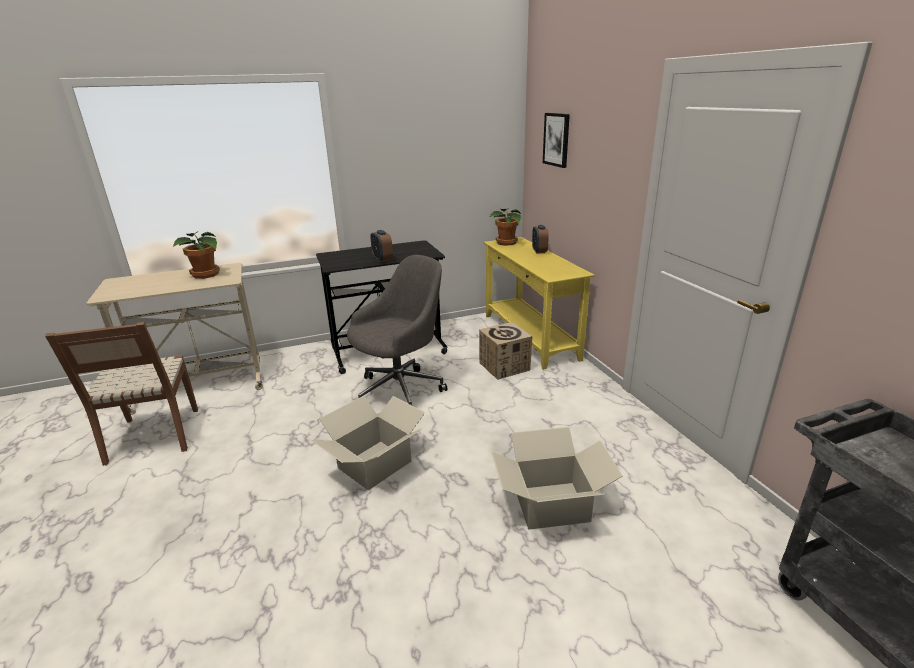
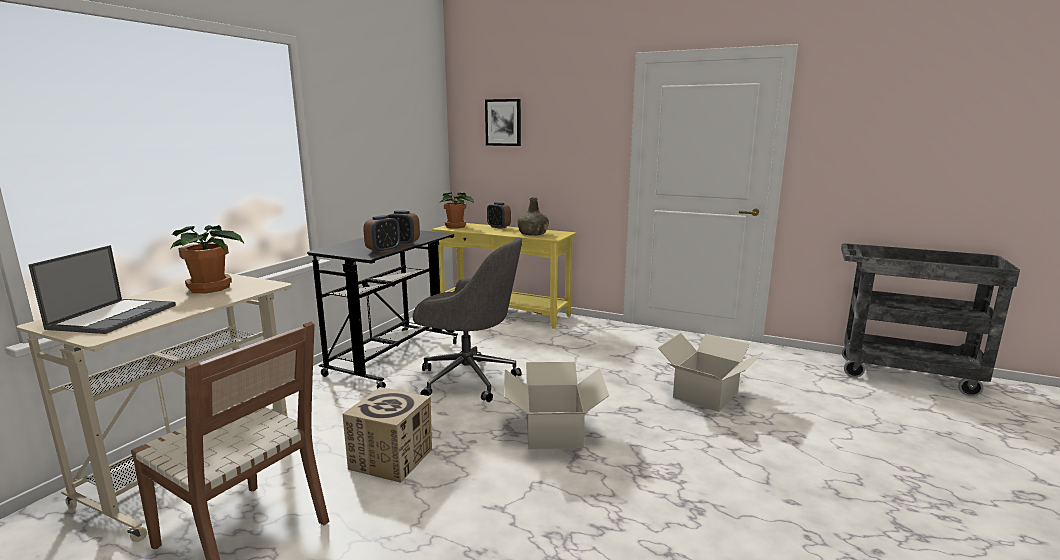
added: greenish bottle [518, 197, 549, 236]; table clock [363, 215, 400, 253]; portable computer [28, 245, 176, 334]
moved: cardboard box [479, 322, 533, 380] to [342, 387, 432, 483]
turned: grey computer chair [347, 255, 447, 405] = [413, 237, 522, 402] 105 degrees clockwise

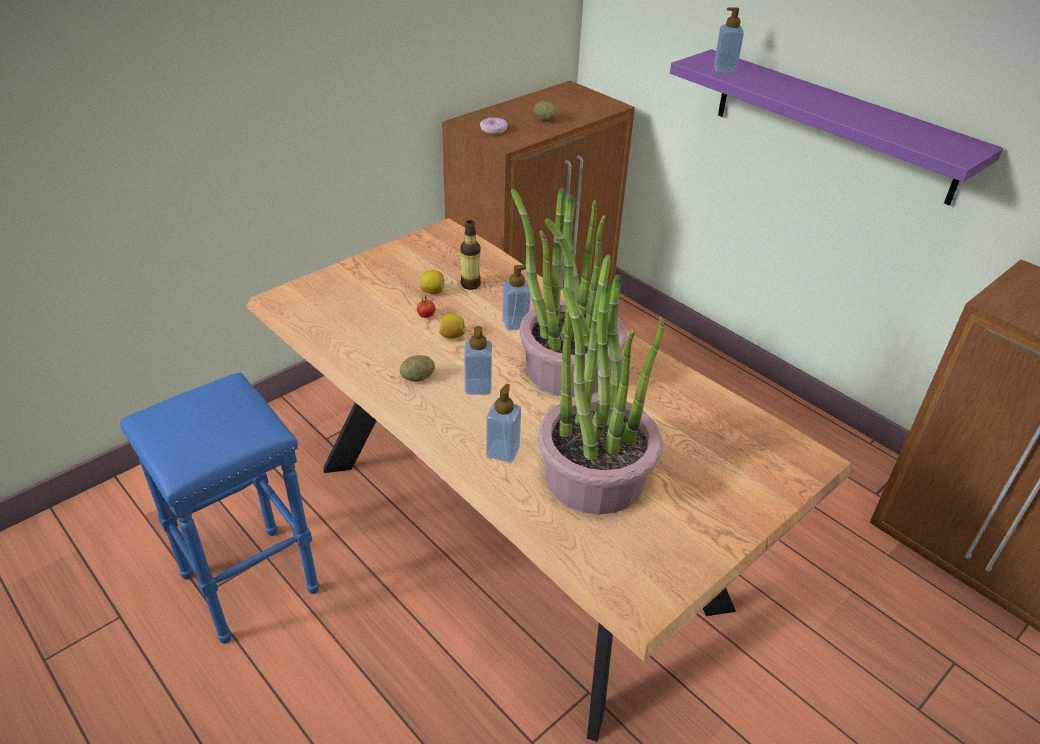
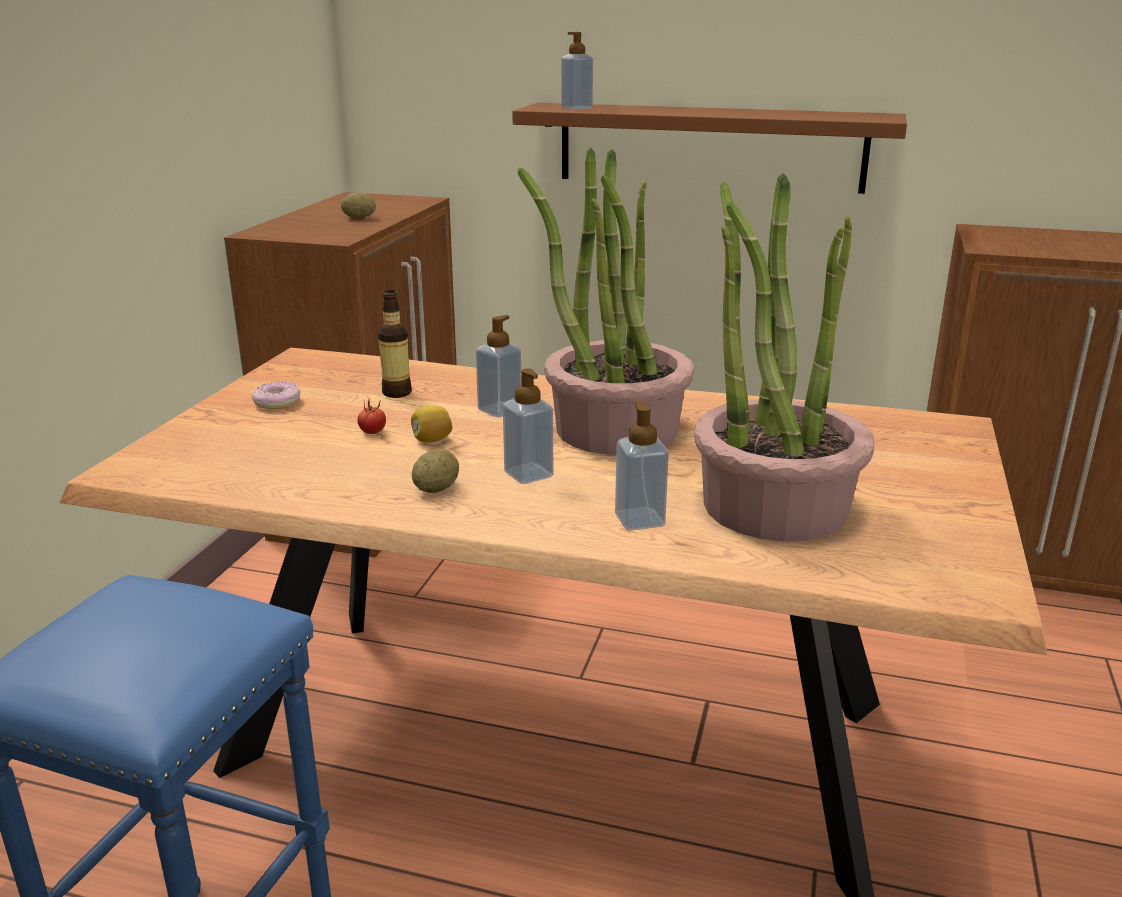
removed: lemon [420, 270, 445, 294]
moved: doughnut [480, 117, 508, 134] to [252, 382, 301, 409]
recoloured: purple-coloured shelf [670, 49, 1003, 205] to brown shelf [512, 103, 907, 194]

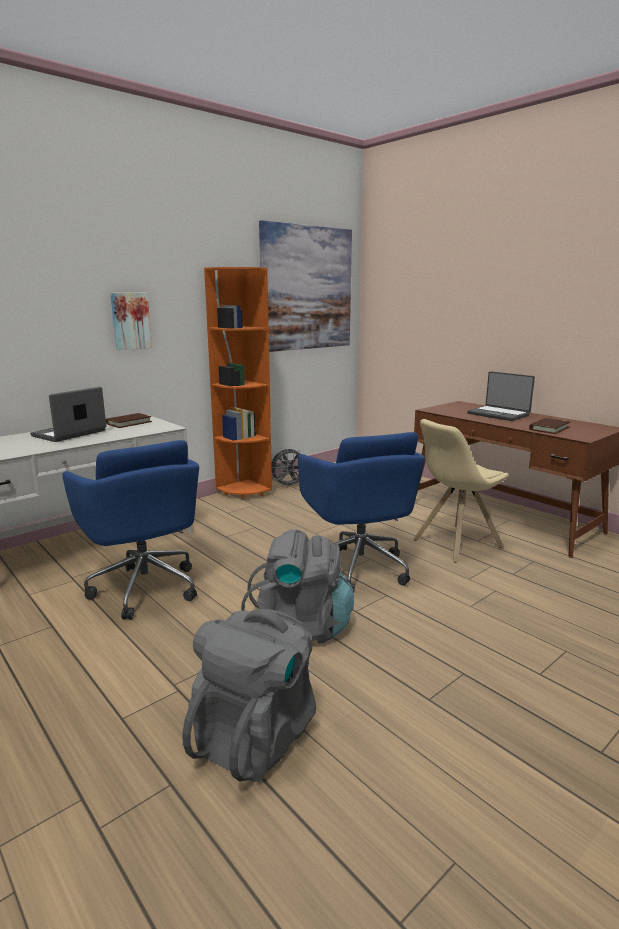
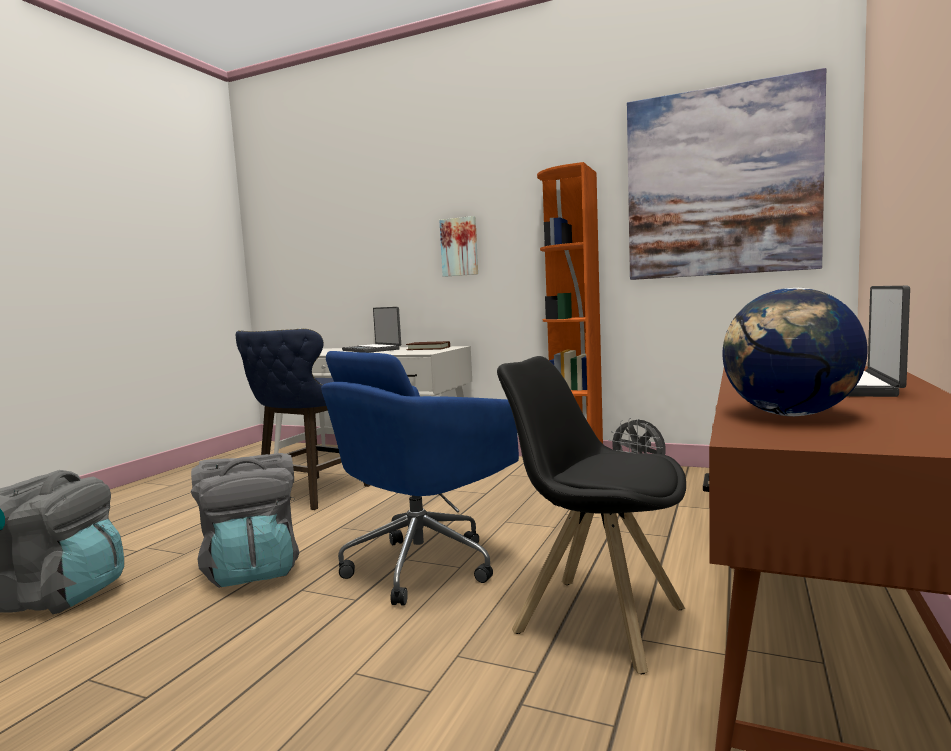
replaced: brown volume [529, 418, 570, 434] to desk globe [722, 288, 868, 416]; bluish computer chair [62, 440, 199, 620] to bluish stool [236, 328, 371, 510]
recoloured: sand-coloured plain chair [413, 419, 509, 563] to black plain chair [497, 356, 686, 674]
turned: portable computer [30, 387, 106, 442] = [342, 307, 401, 353] 135 degrees counterclockwise

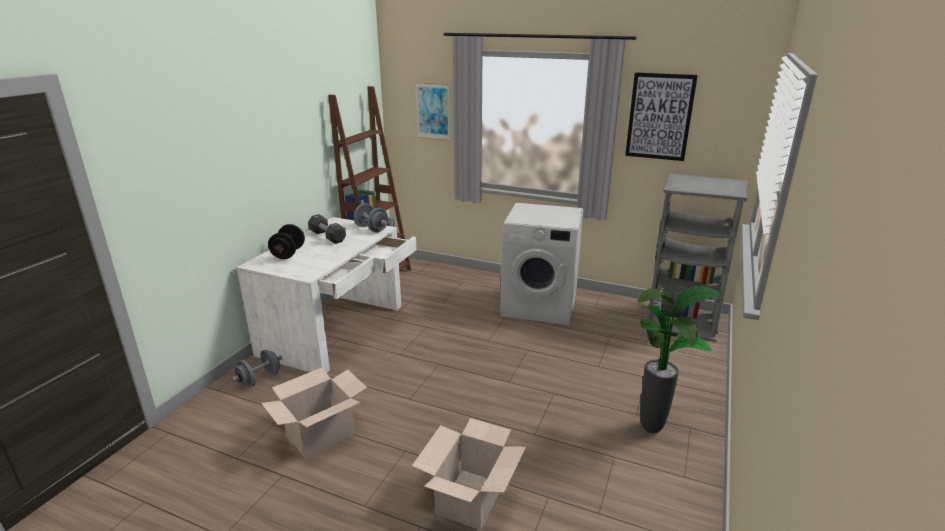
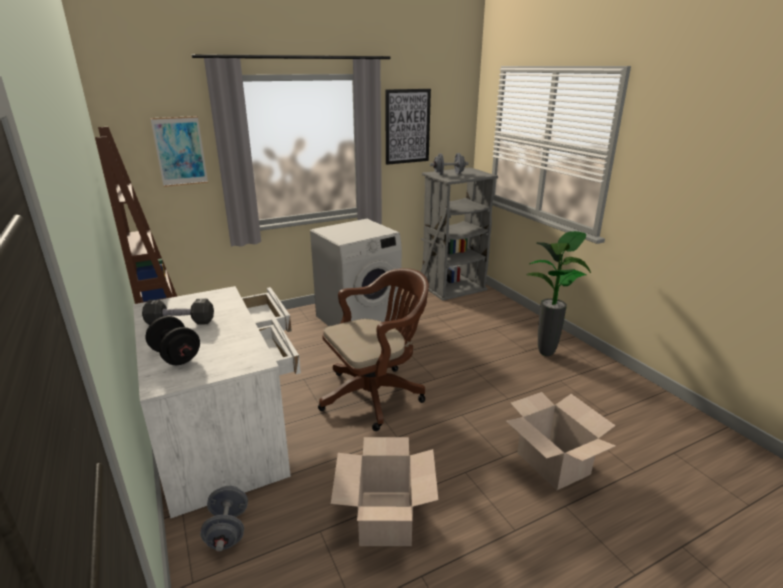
added: brown computer chair [318, 268, 429, 431]
moved: grey dumbbell [354, 203, 388, 232] to [430, 153, 469, 175]

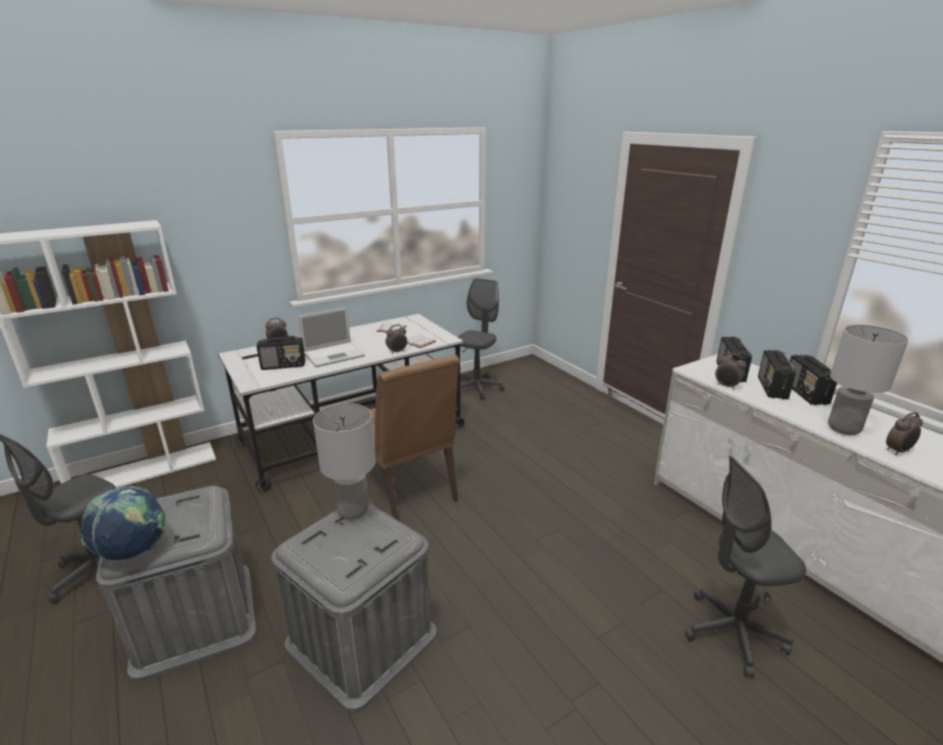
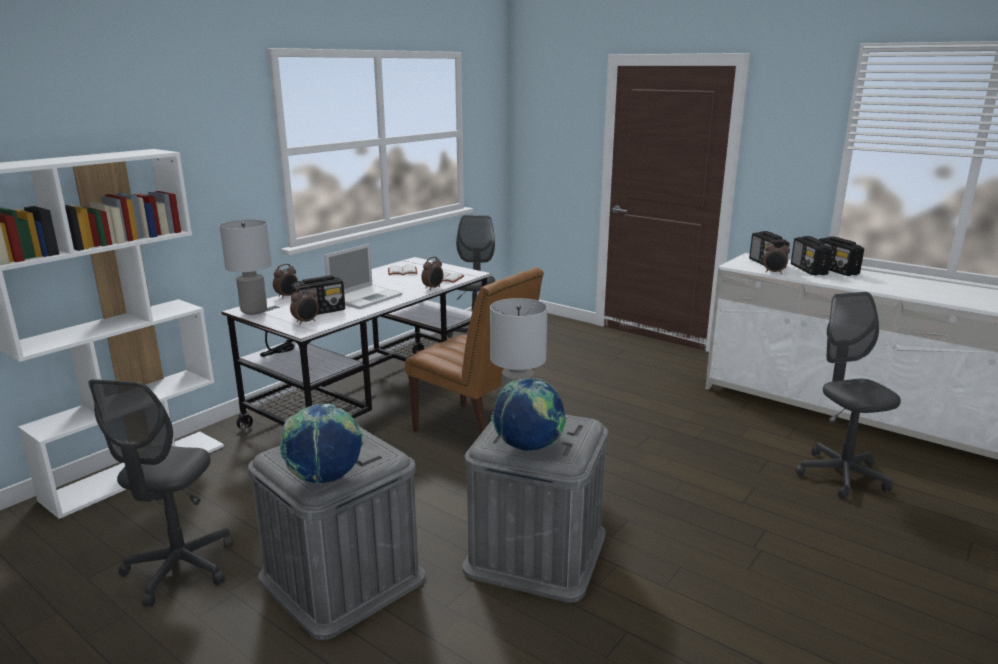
added: desk globe [491, 378, 566, 452]
moved: grey lamp for a table [828, 325, 909, 435] to [219, 219, 271, 315]; table clock [886, 412, 923, 455] to [290, 286, 319, 325]
turned: grey computer chair [685, 455, 806, 678] = [795, 292, 901, 499] 105 degrees clockwise

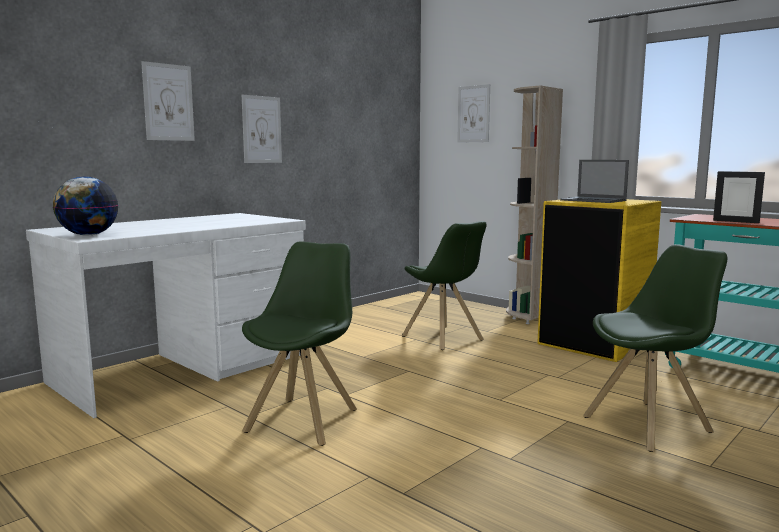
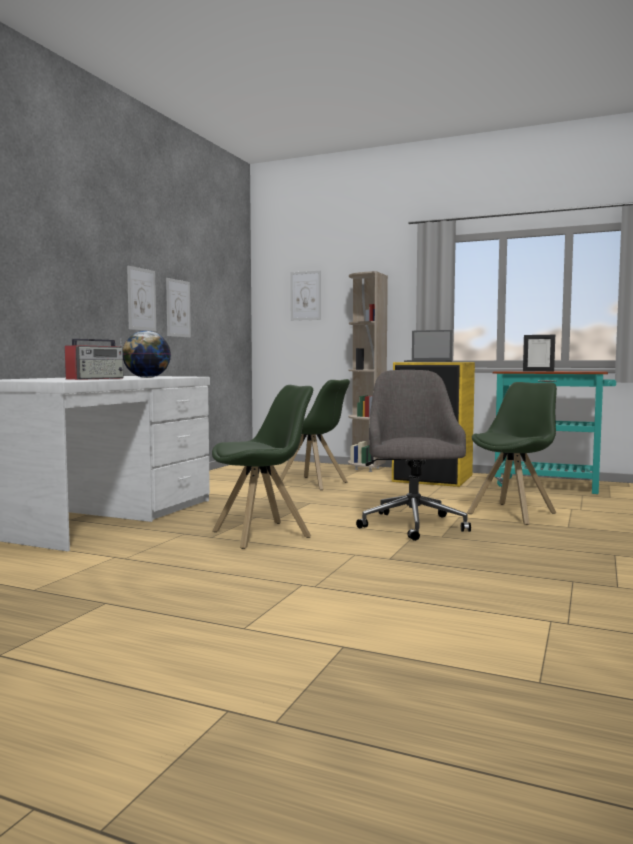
added: radio [65, 337, 123, 380]; grey computer chair [356, 370, 471, 541]
moved: wall art [141, 61, 195, 141] to [166, 278, 191, 337]; desk globe [53, 176, 118, 235] to [123, 331, 171, 378]
turned: greenish plain chair [242, 241, 357, 446] = [212, 385, 313, 549] 60 degrees clockwise

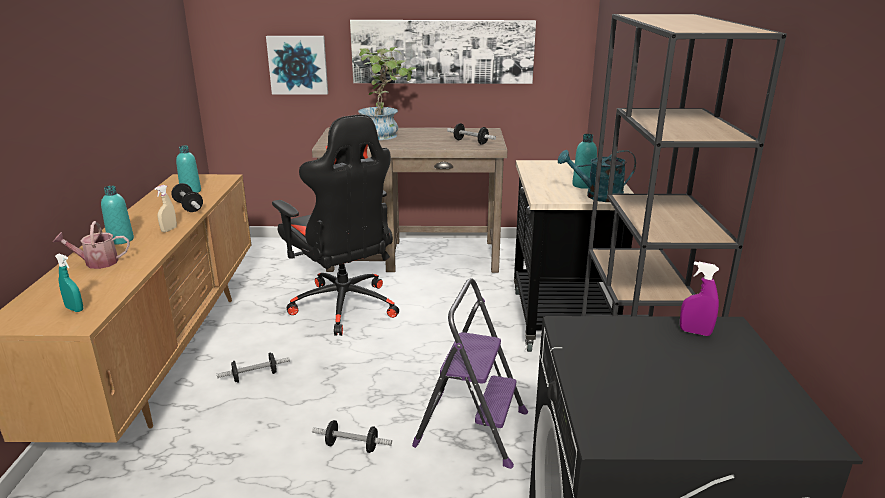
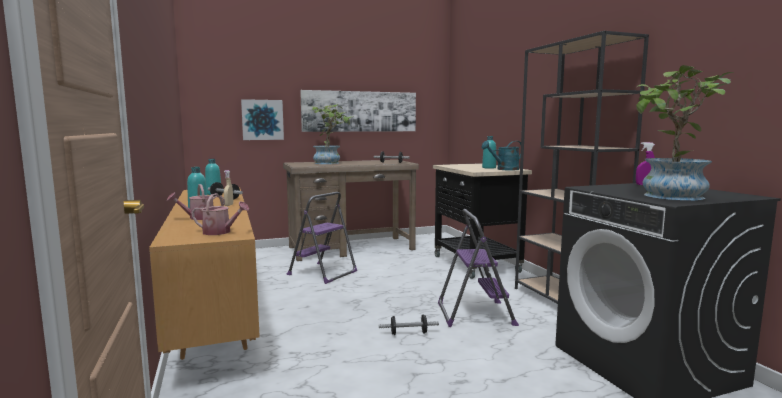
removed: dumbbell [217, 353, 290, 383]
added: houseplant [636, 65, 734, 200]
replaced: black computer chair [272, 114, 399, 336] to purple-coloured step ladder [286, 192, 357, 284]; blue-green spray bottle [55, 254, 83, 312] to sprinkling can [192, 193, 249, 235]

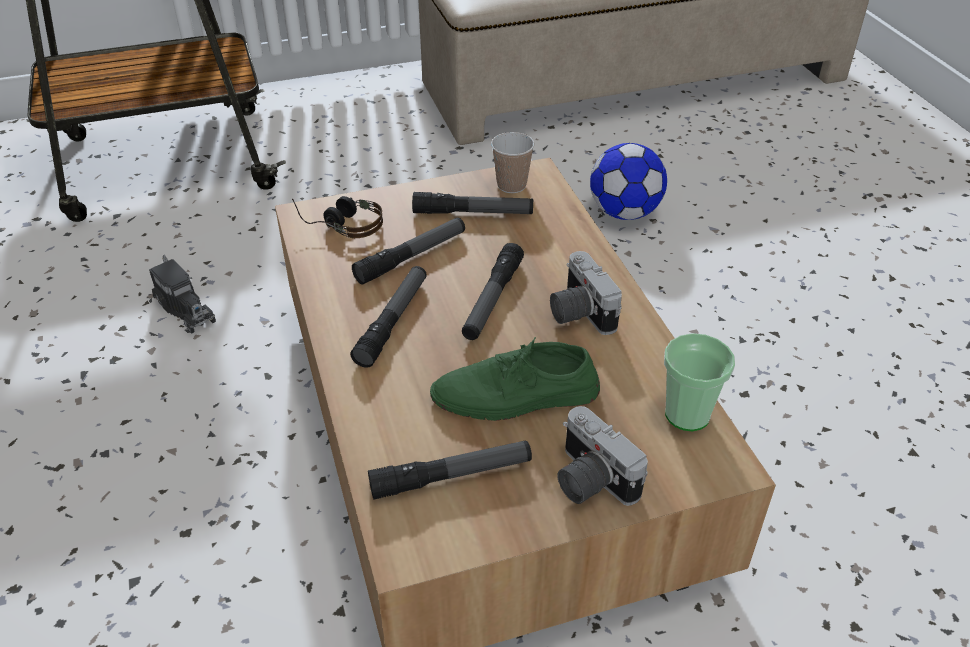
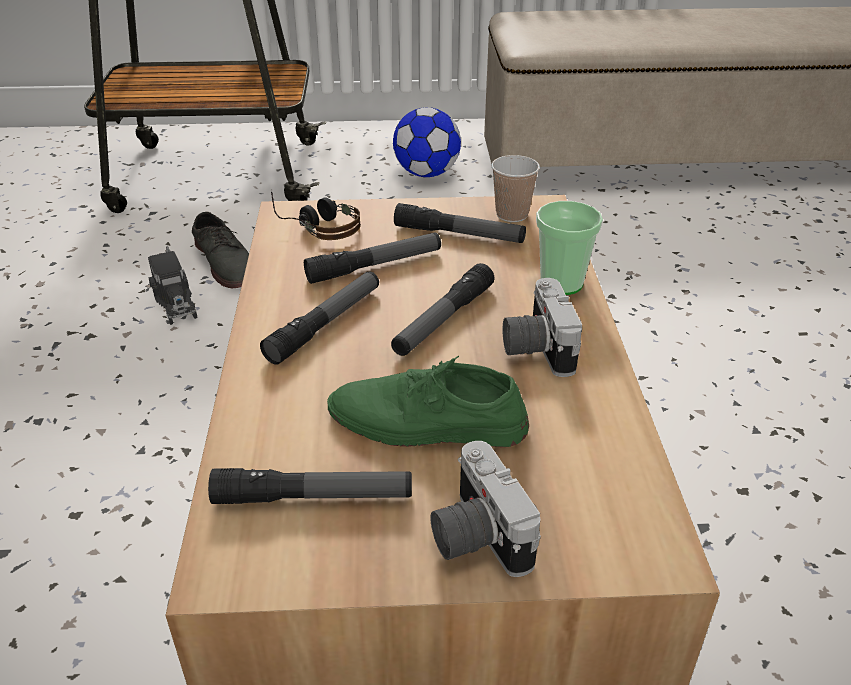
added: grey low shoe [192, 212, 249, 288]
moved: ball for football [590, 143, 667, 220] to [393, 107, 461, 177]; small cup [664, 333, 735, 431] to [536, 201, 603, 295]

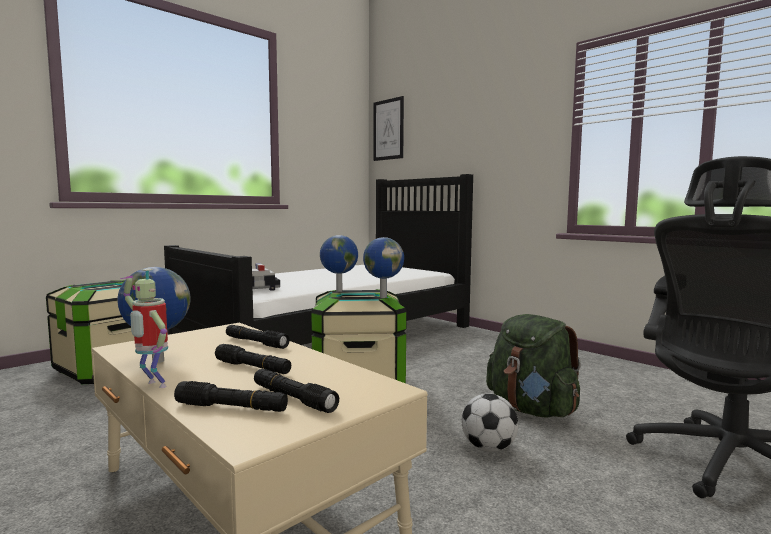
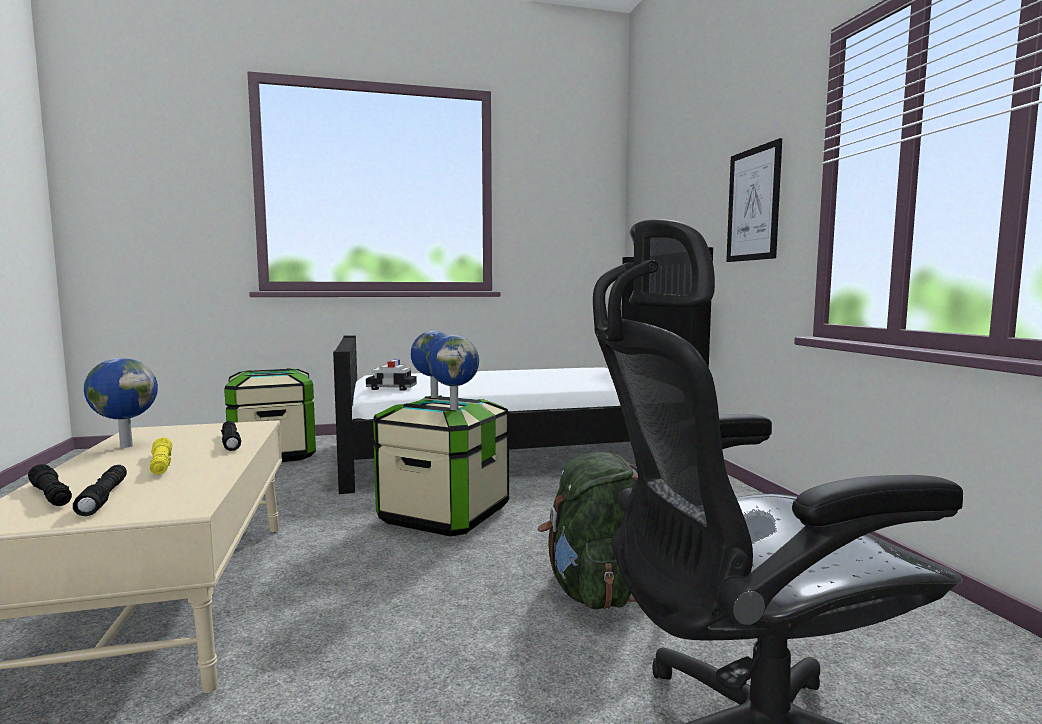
removed: toy robot [120, 269, 168, 388]; ball for football [462, 393, 518, 452]
moved: wall art [374, 96, 404, 161] to [726, 138, 782, 262]
recoloured: black hand torch [215, 344, 291, 374] to yellow-coloured hand torch [150, 437, 172, 475]

